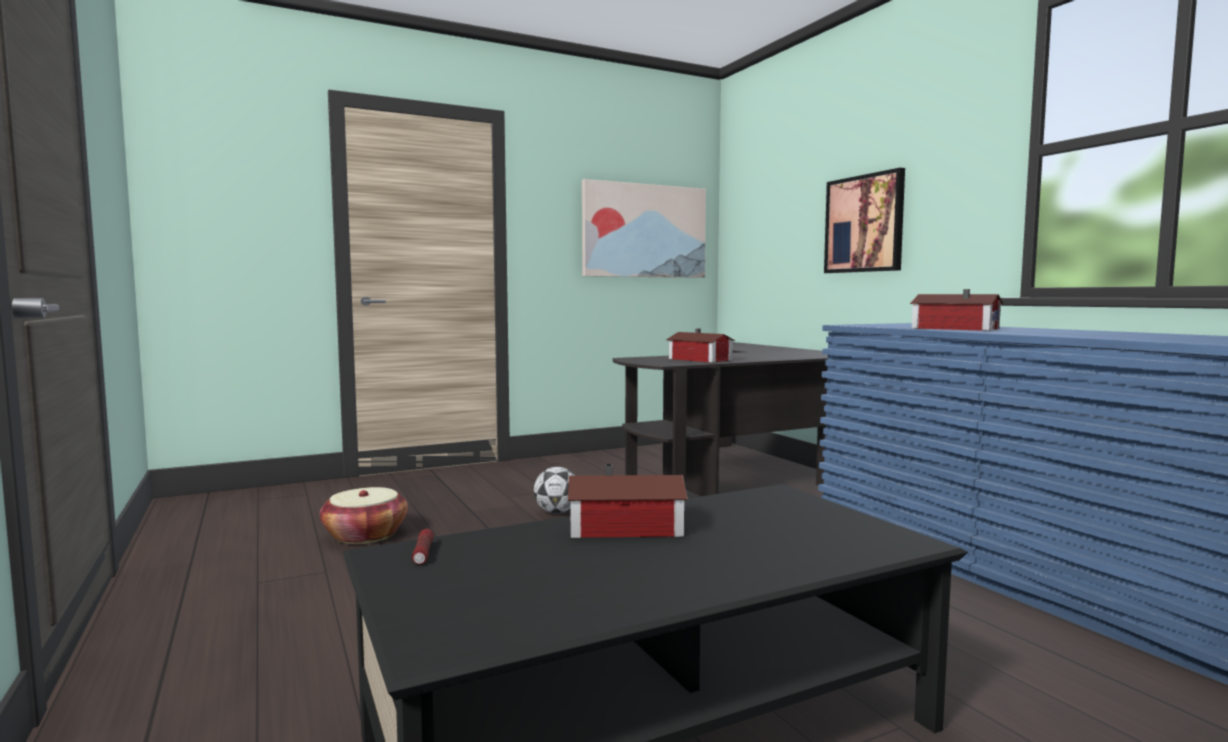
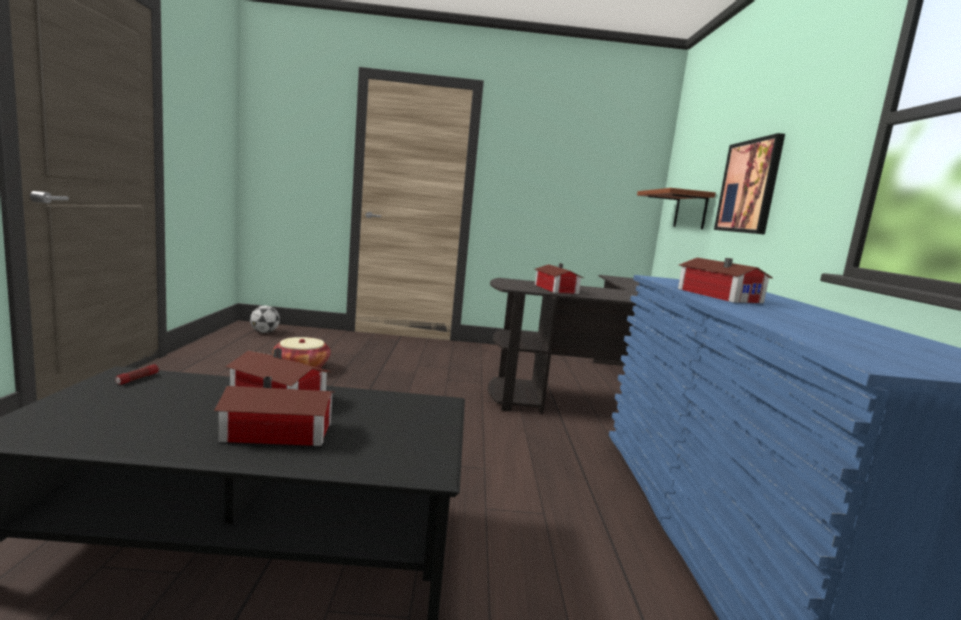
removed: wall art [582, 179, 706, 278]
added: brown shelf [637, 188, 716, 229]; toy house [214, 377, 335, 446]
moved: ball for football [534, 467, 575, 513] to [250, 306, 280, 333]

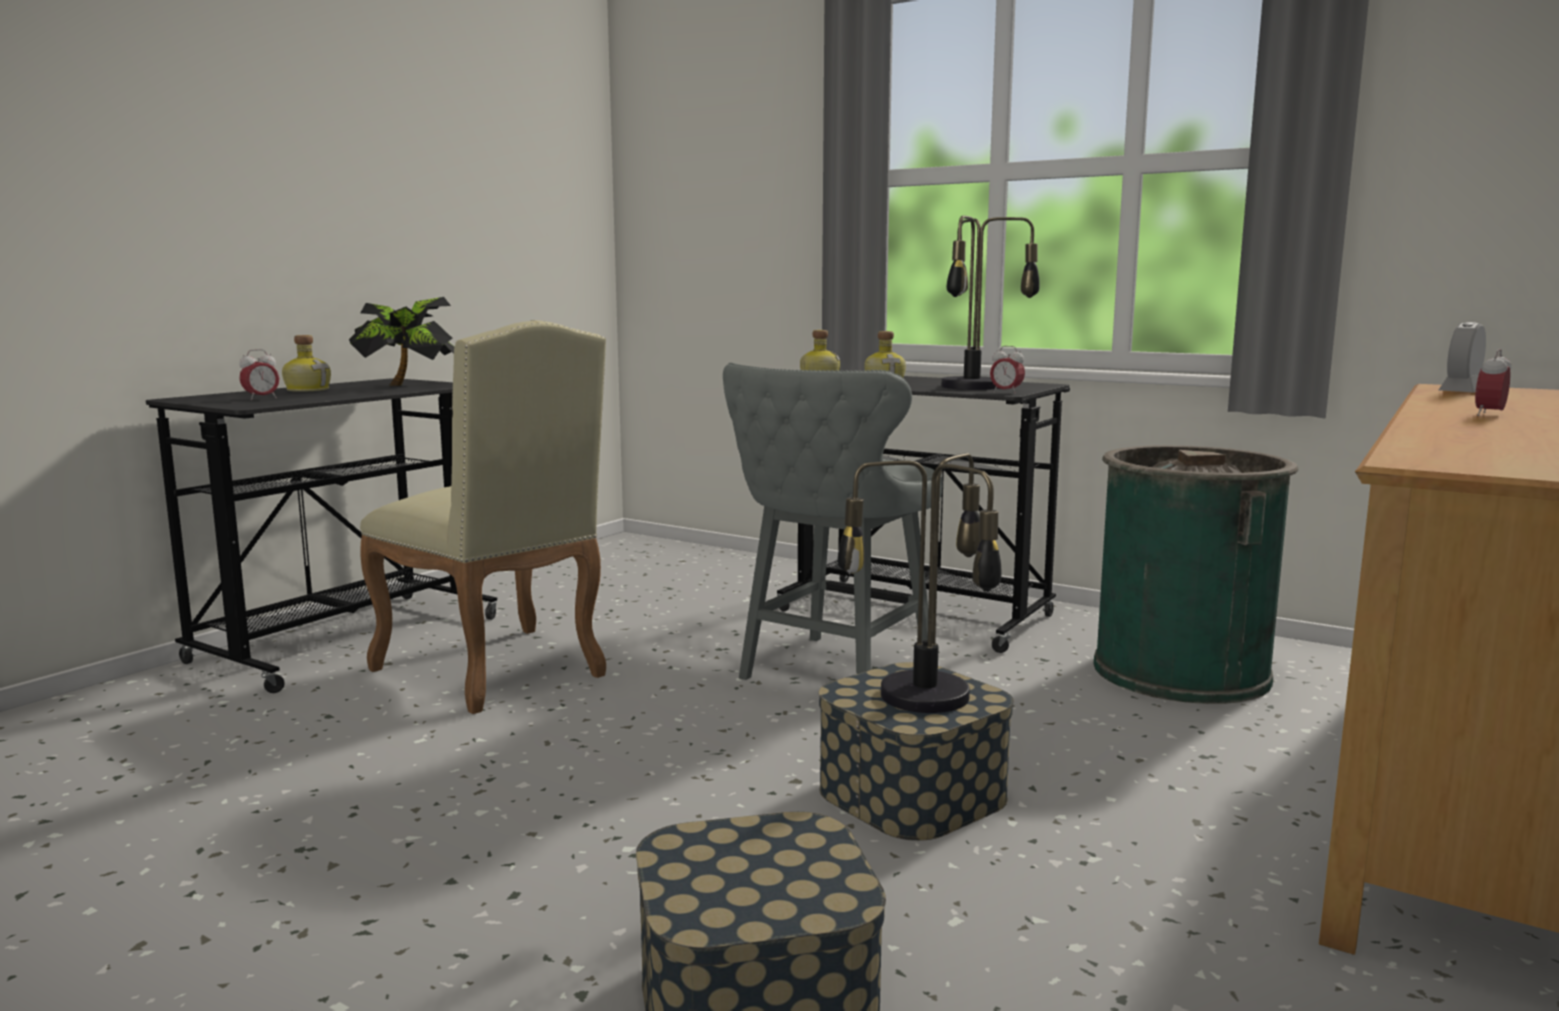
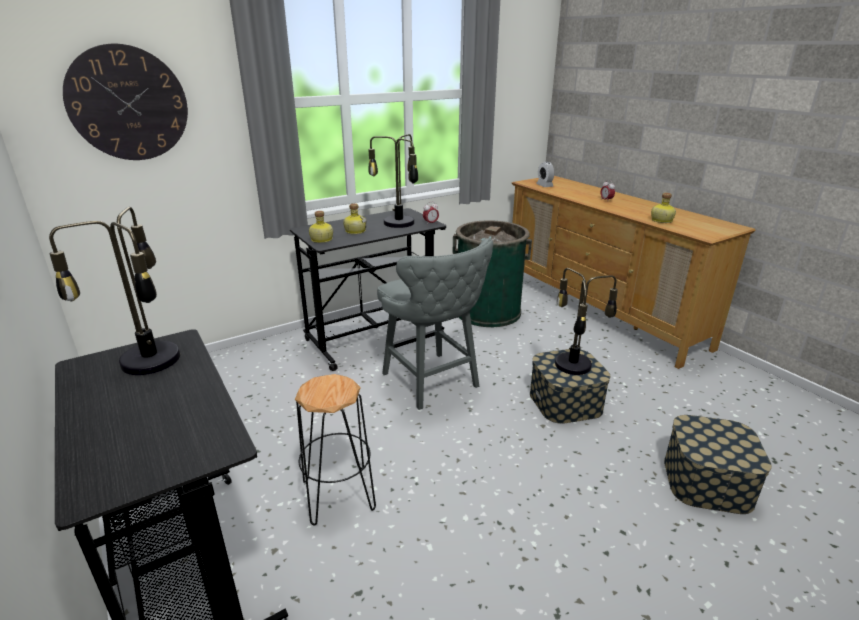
removed: table clock [239, 349, 279, 400]
added: wall clock [63, 44, 188, 160]
moved: bottle [282, 335, 331, 392] to [651, 193, 676, 223]
replaced: houseplant [349, 297, 454, 386] to lamp for a table [49, 207, 180, 375]; sand-coloured plain chair [360, 320, 606, 714] to black stool [295, 374, 376, 526]

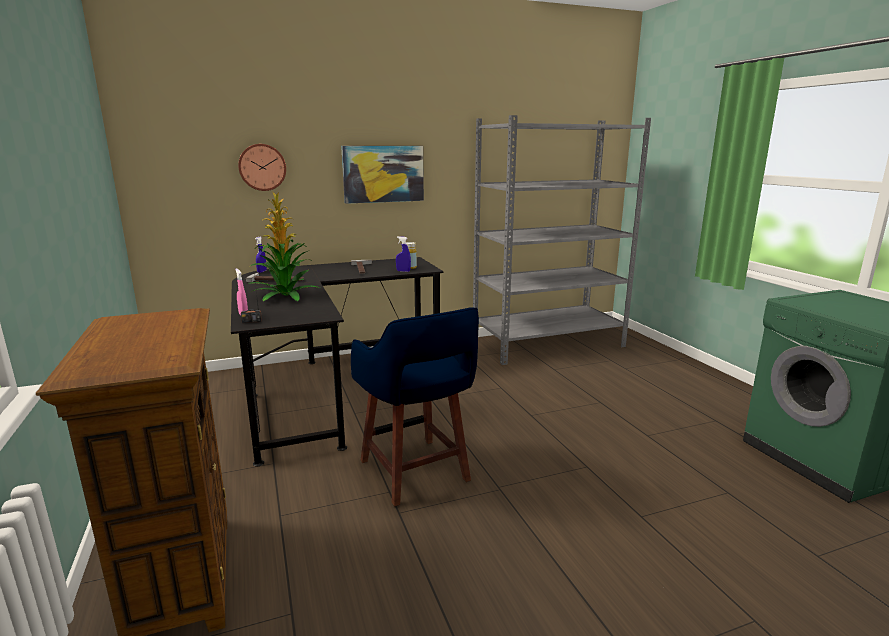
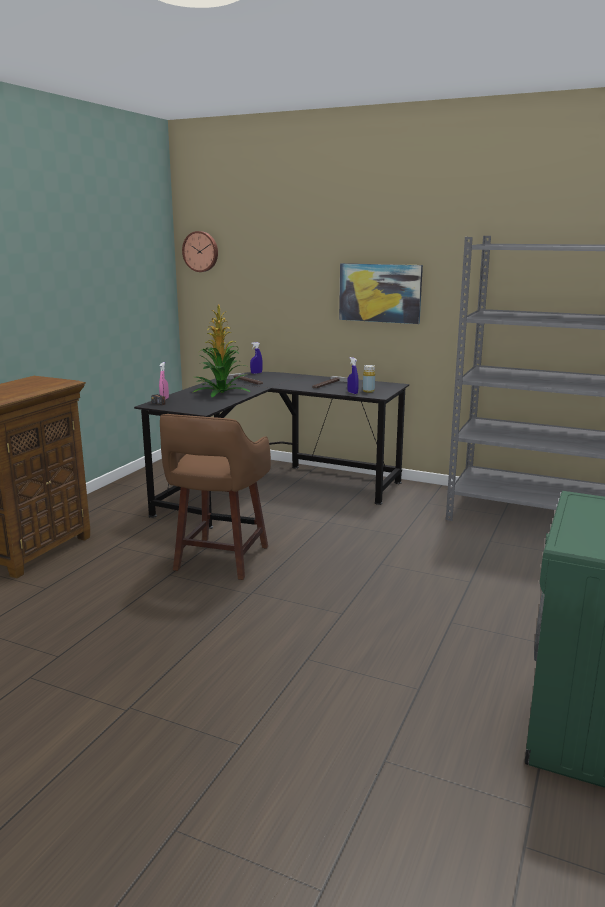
moved: wall clock [238, 144, 286, 191] to [182, 231, 218, 272]
recoloured: bluish stool [351, 307, 479, 507] to brown stool [160, 414, 271, 580]

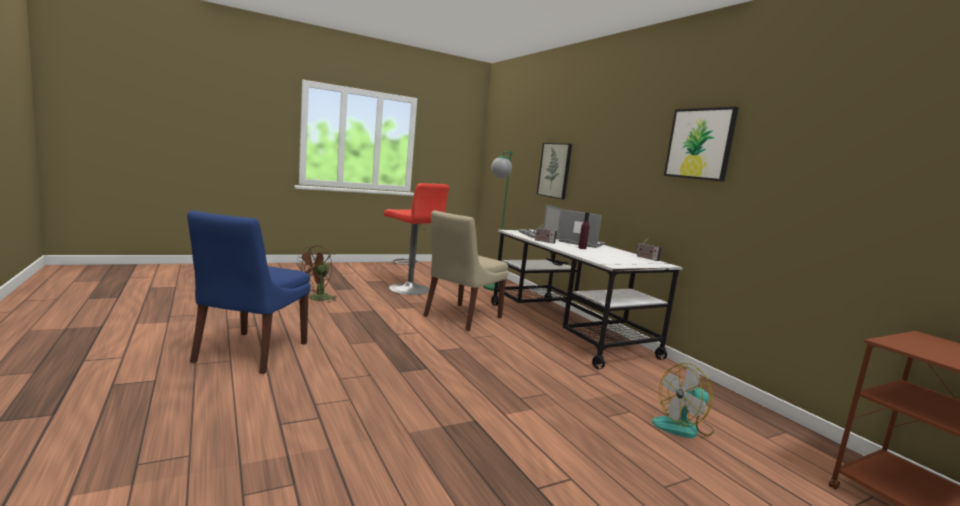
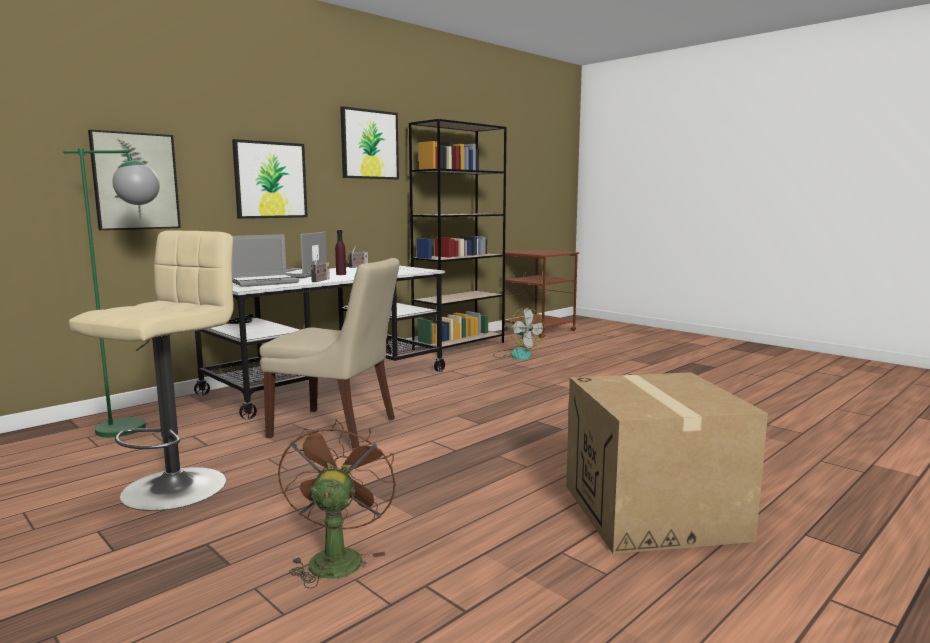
added: sand-coloured bookcase [409, 119, 507, 350]; wall art [232, 139, 308, 219]
replaced: bluish plain chair [187, 211, 311, 374] to cardboard box [566, 372, 768, 554]
recoloured: red stool [384, 183, 449, 295] to sand-coloured stool [69, 230, 234, 511]
turned: brown cooling fan [297, 245, 336, 302] = [278, 419, 396, 589] 105 degrees counterclockwise

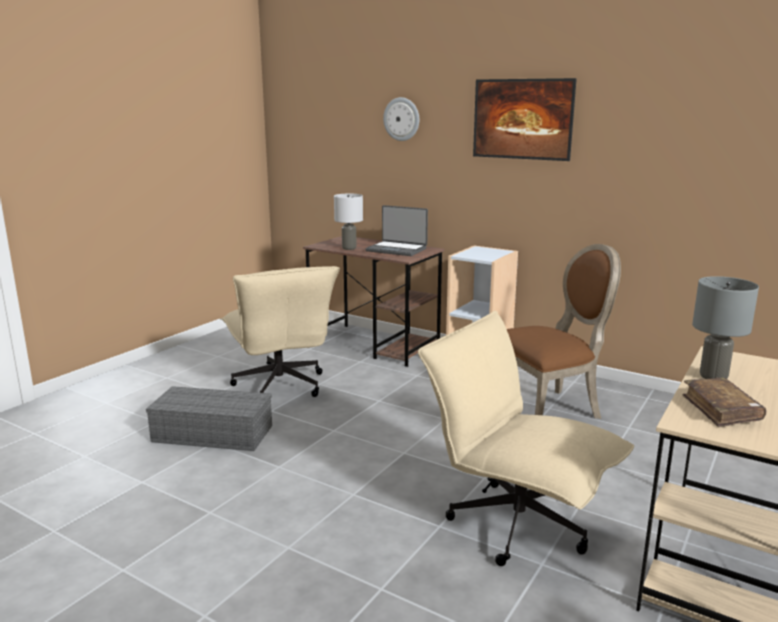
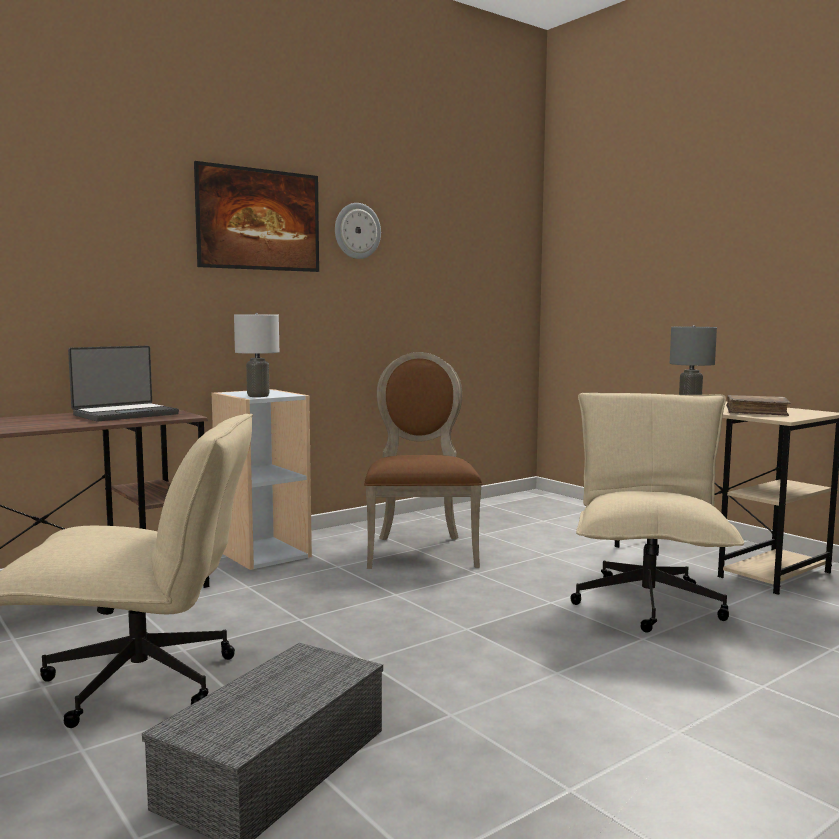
moved: wall clock [383, 97, 419, 141] to [335, 203, 381, 259]; whitish lamp for a table [334, 194, 363, 250] to [234, 313, 279, 397]
turned: sand-coloured computer chair [418, 311, 634, 566] = [571, 393, 744, 633] 135 degrees clockwise

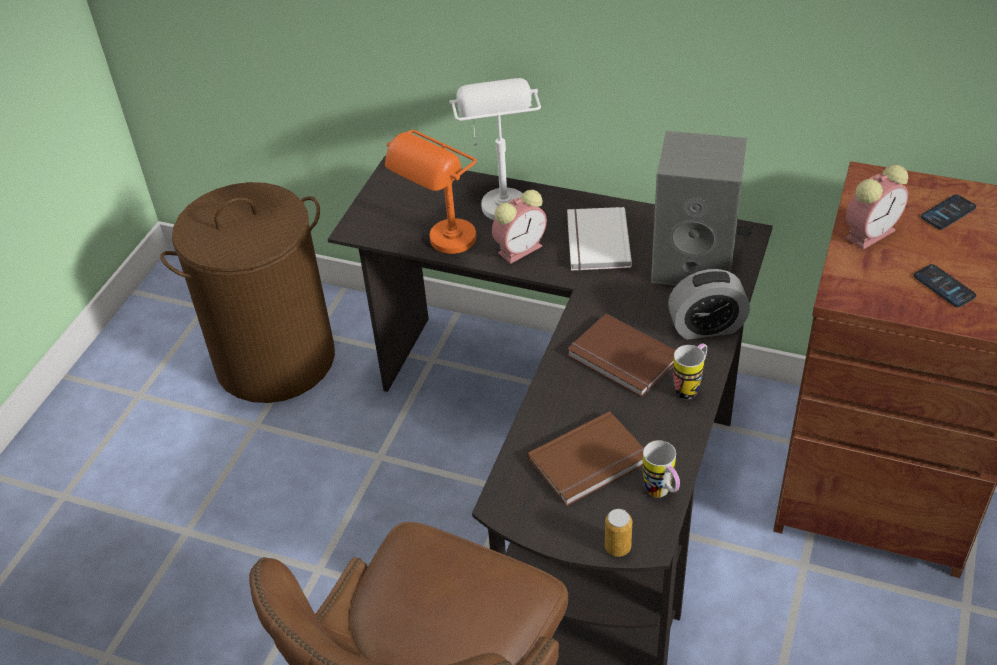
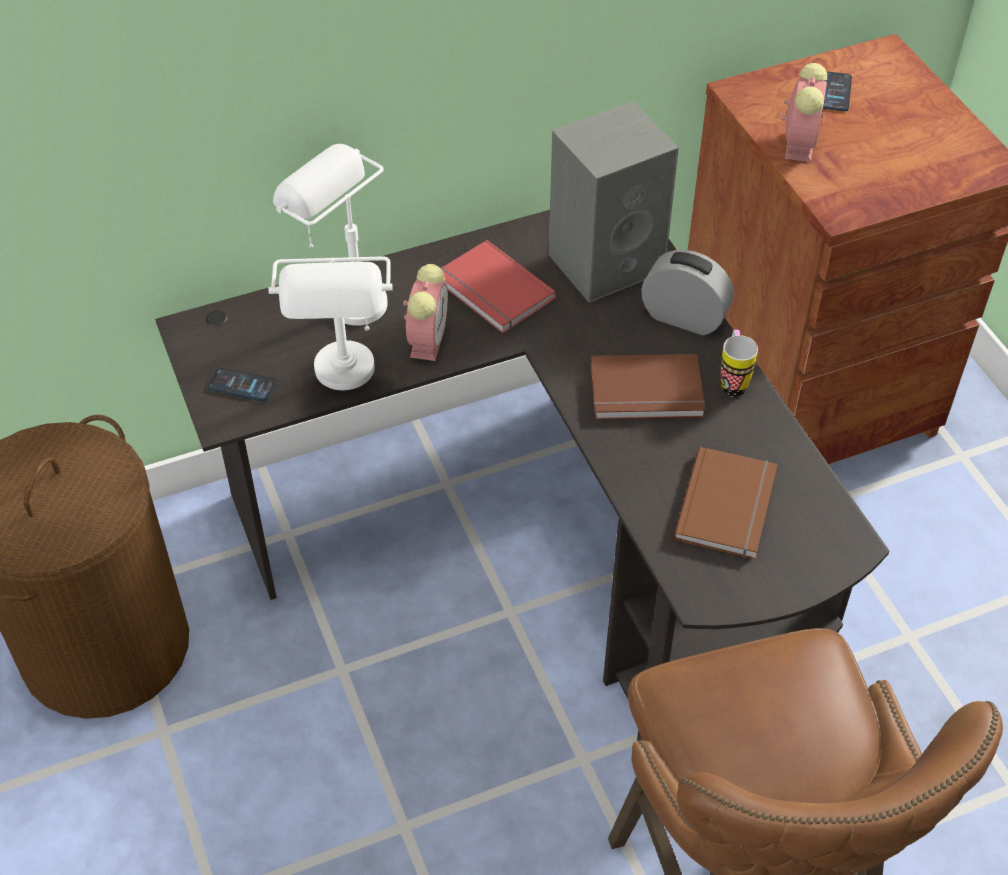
removed: coffee mug [643, 440, 680, 498]; metal can [605, 509, 632, 557]
moved: telephone [914, 264, 976, 307] to [208, 368, 275, 401]
recoloured: orangey lamp for a table [385, 130, 477, 254] to whitish lamp for a table [268, 256, 393, 390]; whitish volume [567, 207, 632, 271] to red volume [441, 240, 556, 334]
turned: table clock [668, 269, 750, 340] = [641, 250, 734, 335] 105 degrees counterclockwise

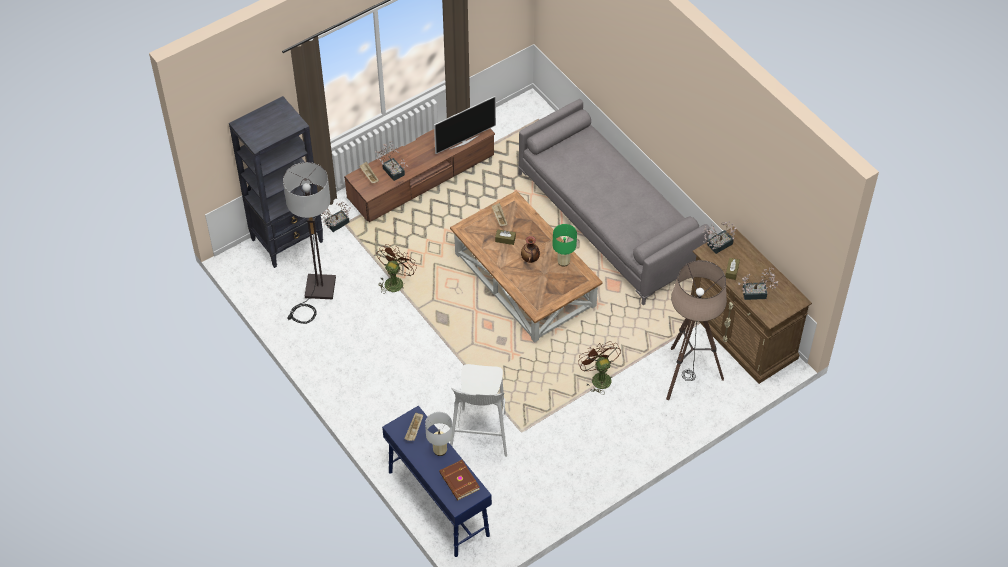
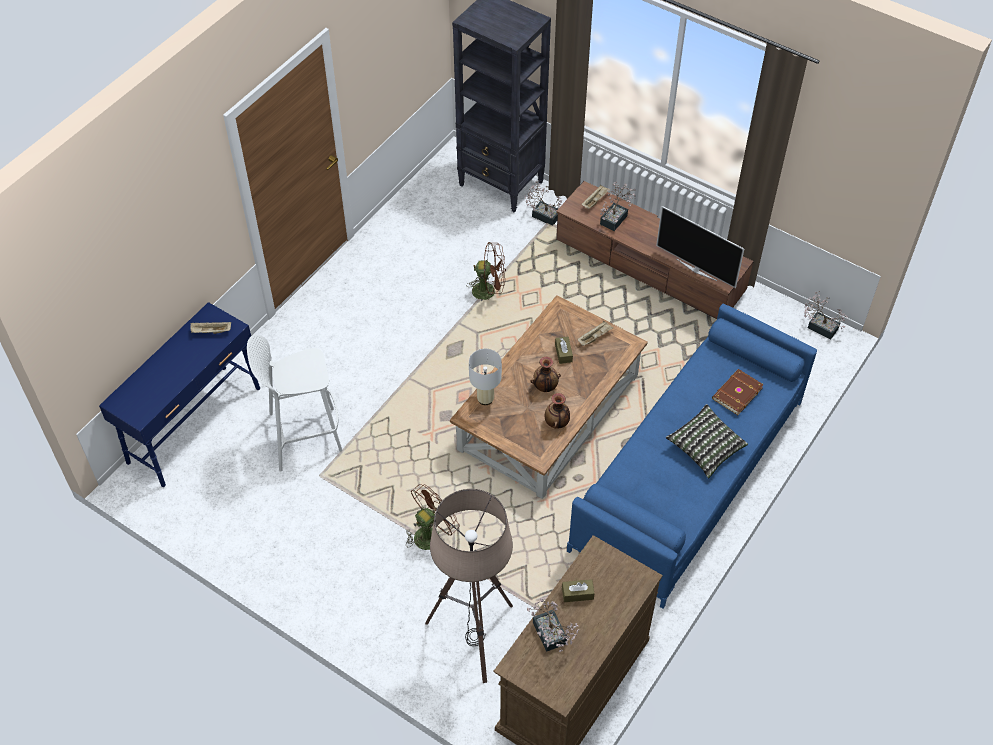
removed: standard lamp [283, 162, 336, 324]
added: pillow [666, 404, 748, 479]
moved: houseplant [702, 222, 736, 254] to [804, 291, 847, 340]; whitish lamp for a table [425, 412, 452, 456] to [469, 349, 502, 405]; brown volume [439, 460, 480, 500] to [712, 369, 764, 415]
replaced: greenish lamp for a table [553, 224, 577, 267] to vase [545, 393, 570, 429]
recoloured: grey sofa [518, 99, 710, 305] to bluish sofa [567, 304, 817, 609]

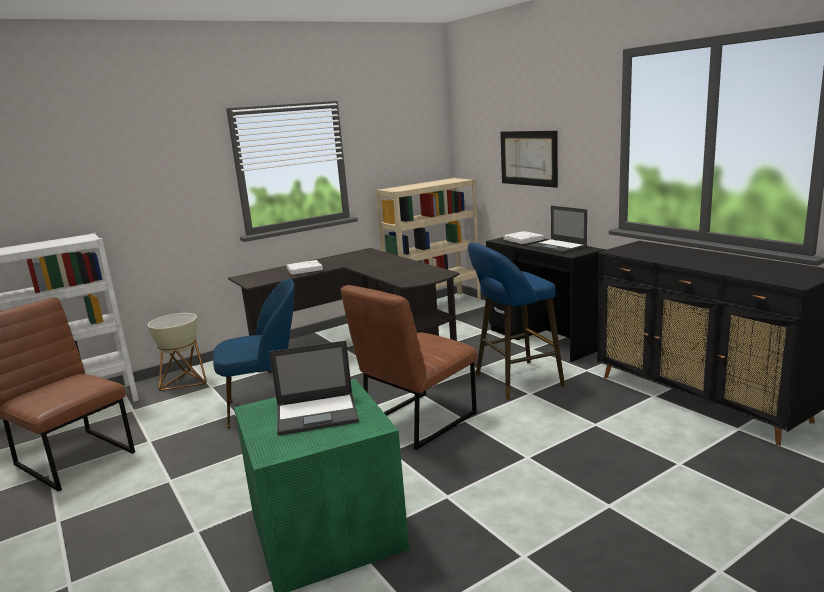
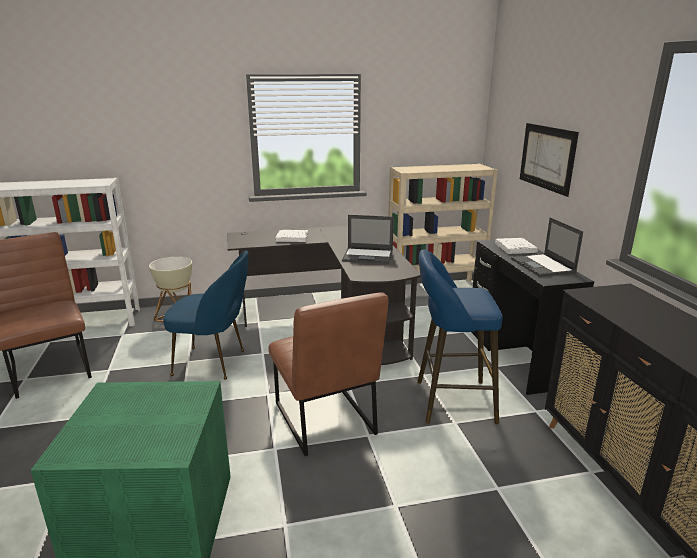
moved: portable computer [269, 341, 359, 436] to [342, 215, 394, 264]
turned: brown plain chair [341, 285, 477, 450] = [268, 293, 389, 456] 90 degrees counterclockwise

